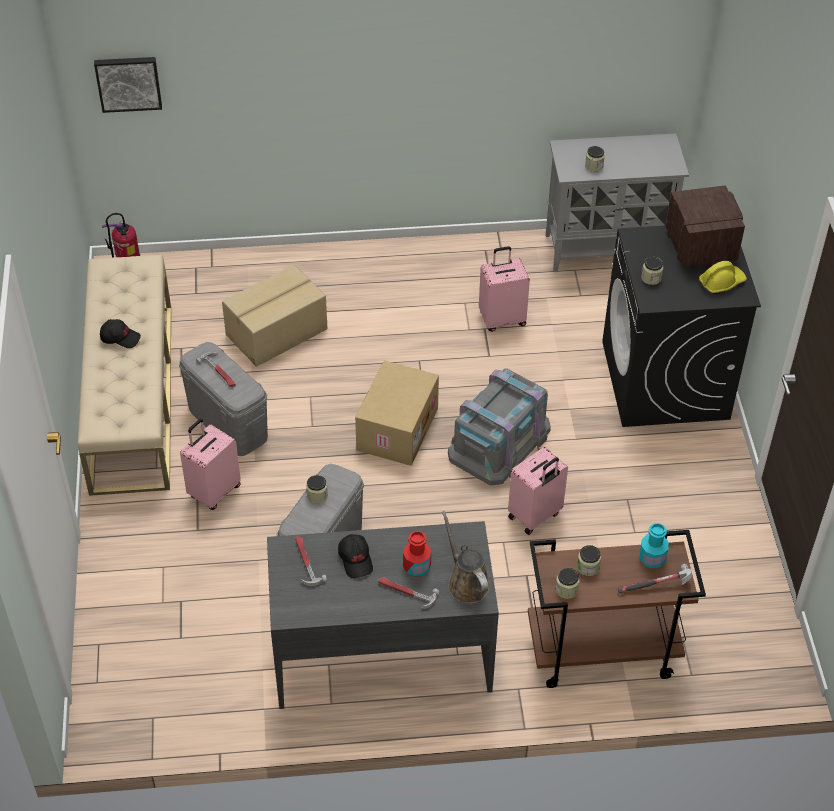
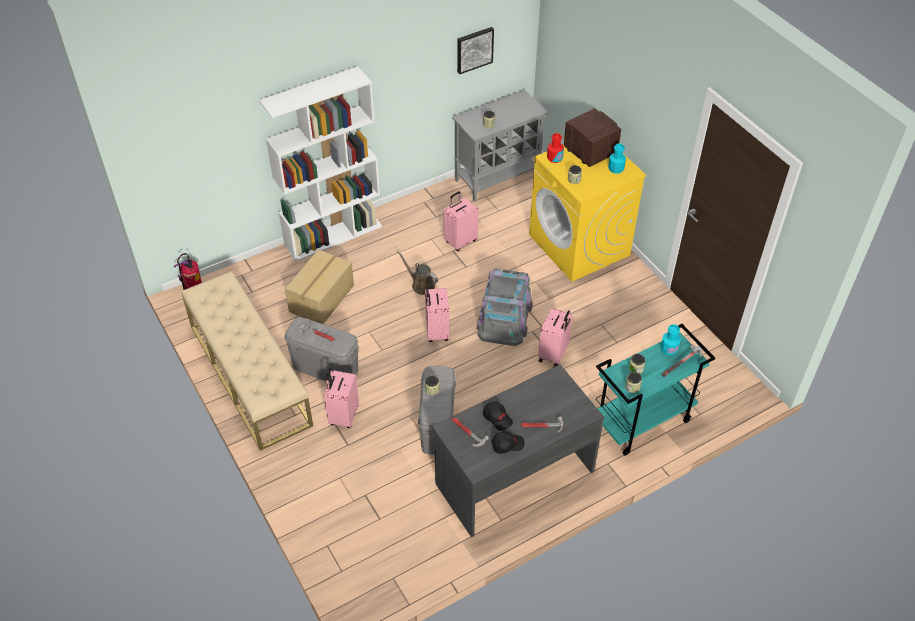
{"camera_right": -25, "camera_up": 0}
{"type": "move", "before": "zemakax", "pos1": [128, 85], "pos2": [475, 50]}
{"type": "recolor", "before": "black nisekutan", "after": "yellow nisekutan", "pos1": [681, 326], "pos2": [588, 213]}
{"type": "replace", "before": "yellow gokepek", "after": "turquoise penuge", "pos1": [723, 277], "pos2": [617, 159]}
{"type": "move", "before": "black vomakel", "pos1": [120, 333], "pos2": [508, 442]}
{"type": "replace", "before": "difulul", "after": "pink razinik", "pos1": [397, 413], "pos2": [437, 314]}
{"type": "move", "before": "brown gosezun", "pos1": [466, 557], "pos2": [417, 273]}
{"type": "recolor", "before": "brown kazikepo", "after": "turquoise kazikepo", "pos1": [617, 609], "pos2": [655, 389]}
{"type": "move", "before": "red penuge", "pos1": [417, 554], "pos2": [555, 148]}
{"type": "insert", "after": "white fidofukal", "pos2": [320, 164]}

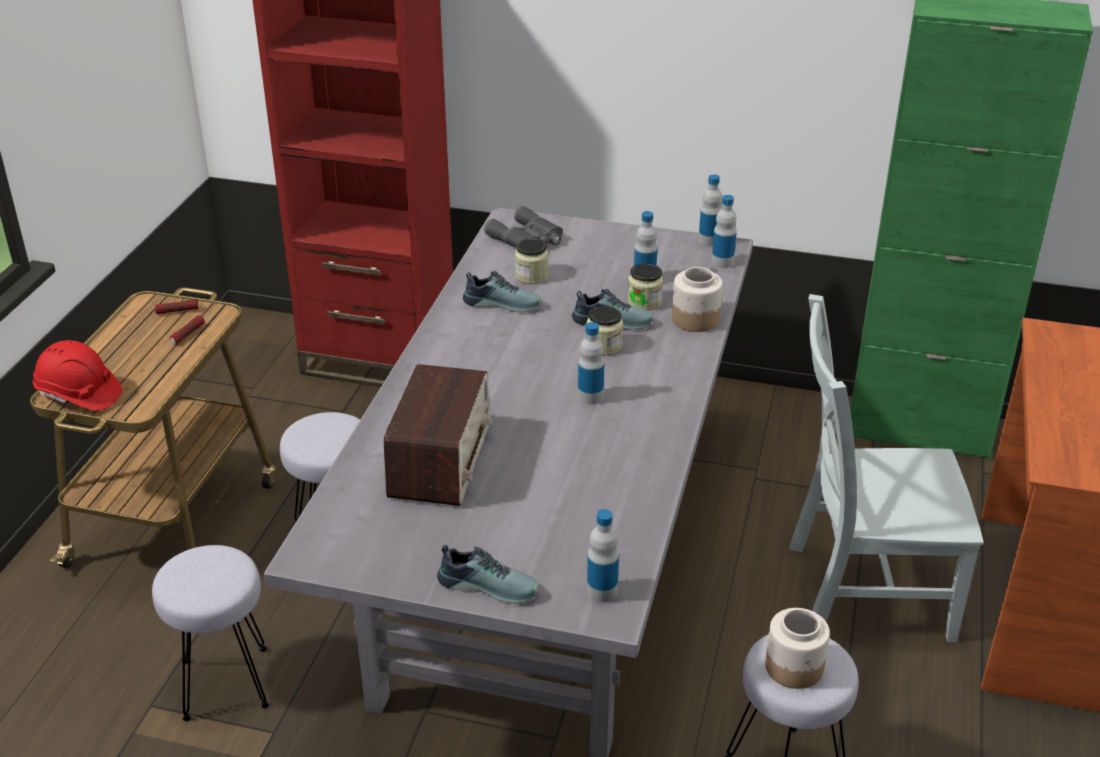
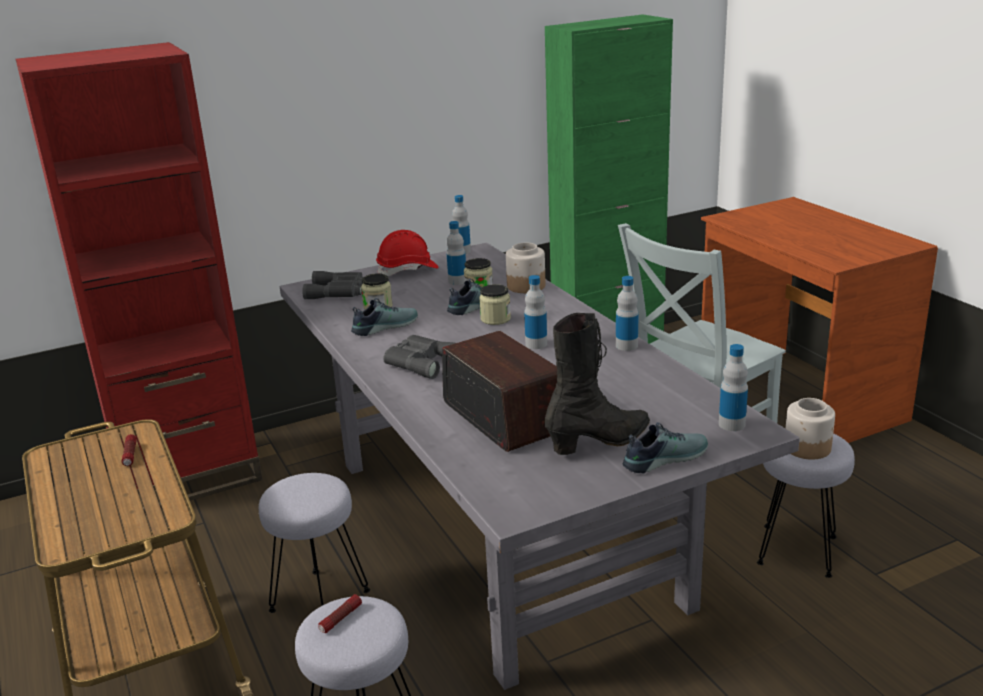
{"camera_right": -40, "camera_up": -10}
{"type": "move", "before": "penuge", "pos1": [724, 231], "pos2": [627, 313]}
{"type": "move", "before": "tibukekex", "pos1": [176, 306], "pos2": [340, 613]}
{"type": "move", "before": "red gokepek", "pos1": [77, 375], "pos2": [407, 253]}
{"type": "insert", "after": "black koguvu", "pos2": [597, 384]}
{"type": "insert", "after": "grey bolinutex", "pos2": [419, 357]}

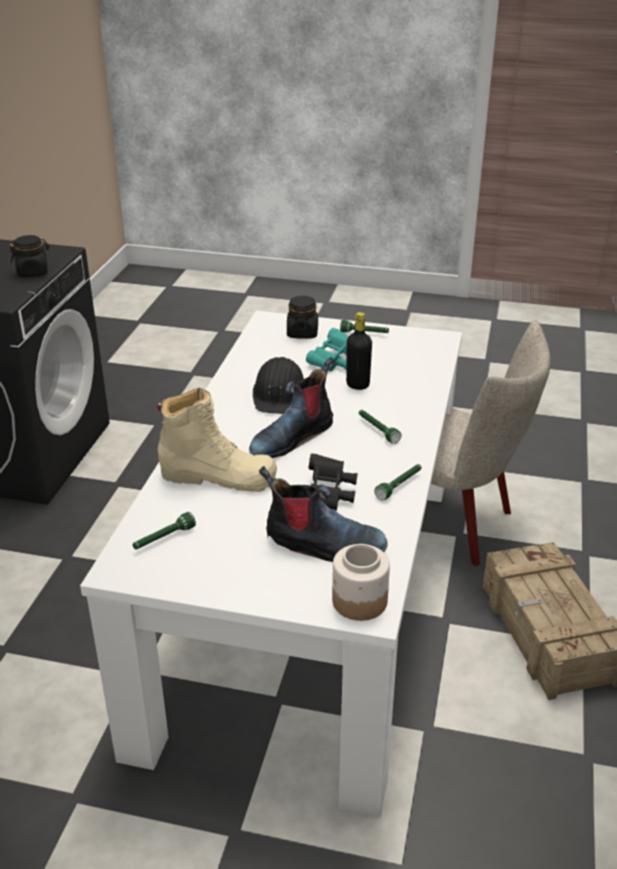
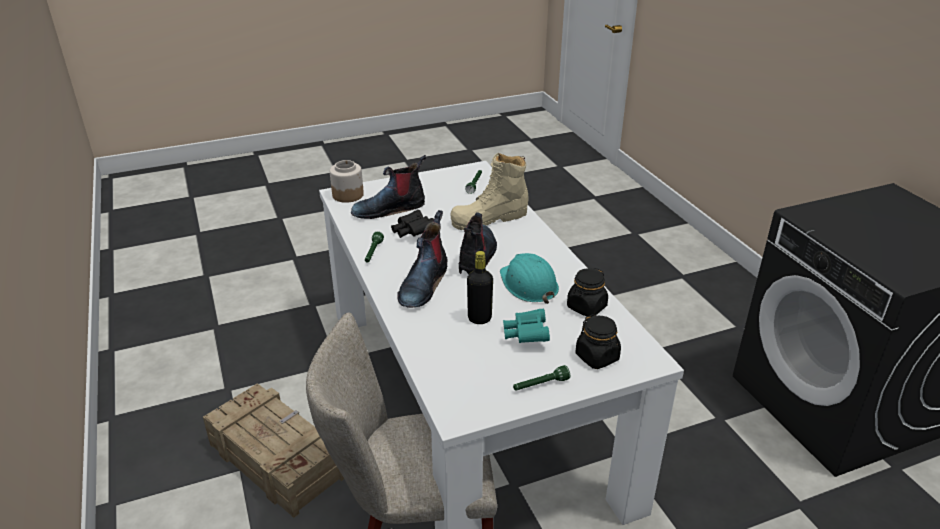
{"camera_right": 145, "camera_up": 0}
{"type": "move", "before": "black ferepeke", "pos1": [29, 256], "pos2": [587, 292]}
{"type": "recolor", "before": "black gokepek", "after": "turquoise gokepek", "pos1": [278, 385], "pos2": [529, 278]}
{"type": "replace", "before": "green tibukekex", "after": "koguvu", "pos1": [380, 427], "pos2": [422, 259]}

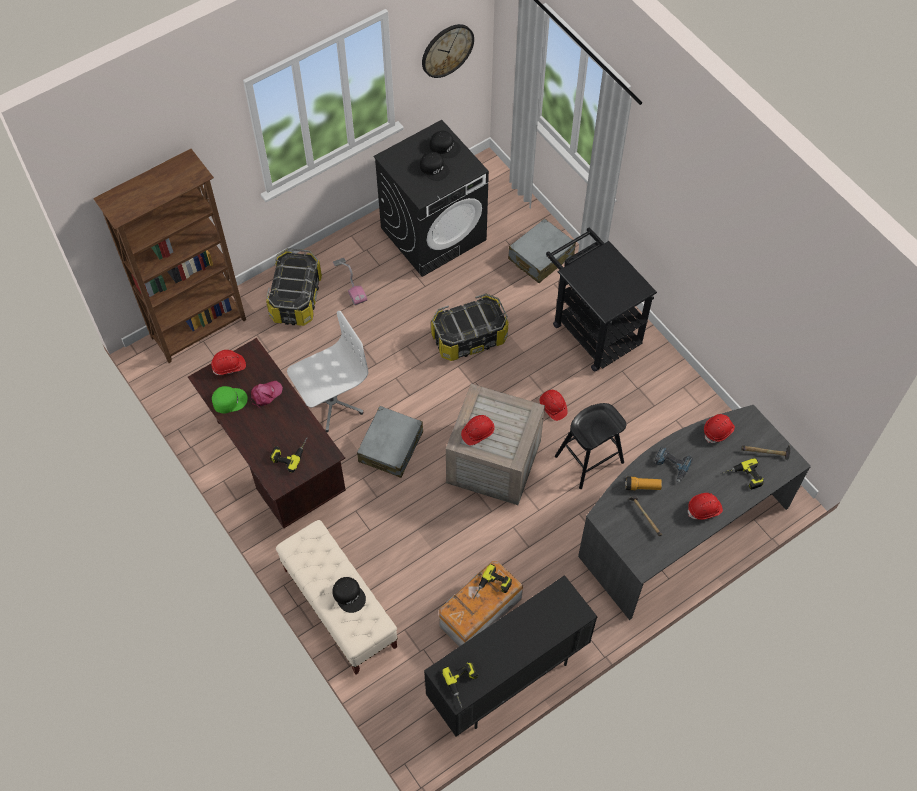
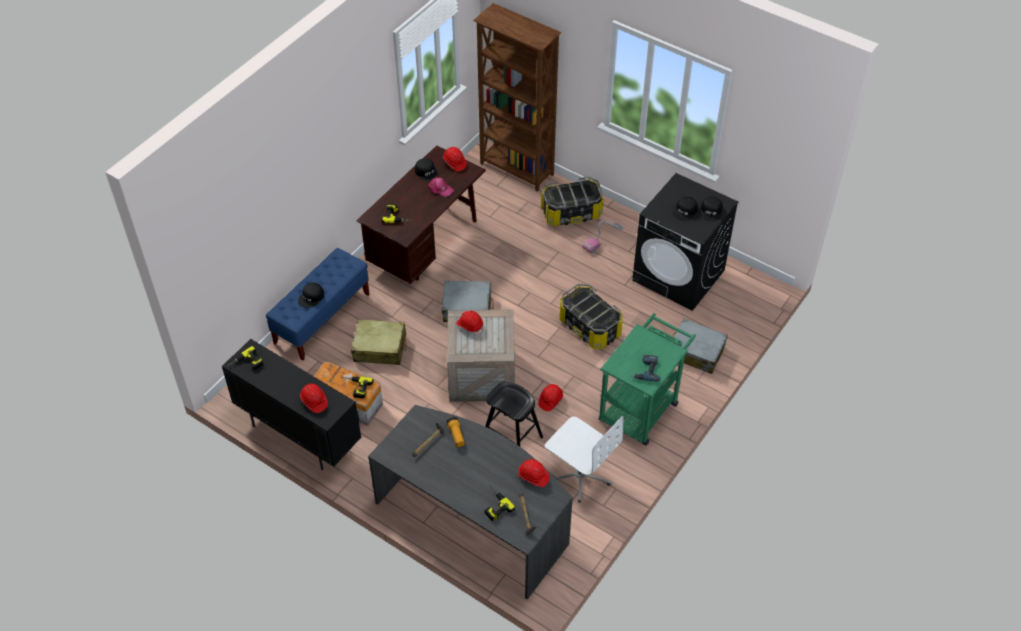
{"camera_right": 70, "camera_up": -10}
{"type": "delete", "before": "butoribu", "pos1": [448, 51]}
{"type": "recolor", "before": "black kazikepo", "after": "green kazikepo", "pos1": [601, 299], "pos2": [647, 379]}
{"type": "move", "before": "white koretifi", "pos1": [327, 371], "pos2": [584, 459]}
{"type": "recolor", "before": "green vomakel", "after": "black vomakel", "pos1": [230, 400], "pos2": [427, 169]}
{"type": "move", "before": "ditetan", "pos1": [673, 464], "pos2": [646, 368]}
{"type": "move", "before": "red gokepek", "pos1": [705, 506], "pos2": [314, 398]}
{"type": "recolor", "before": "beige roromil", "after": "blue roromil", "pos1": [337, 597], "pos2": [318, 304]}
{"type": "insert", "after": "beige razinik", "pos2": [378, 342]}

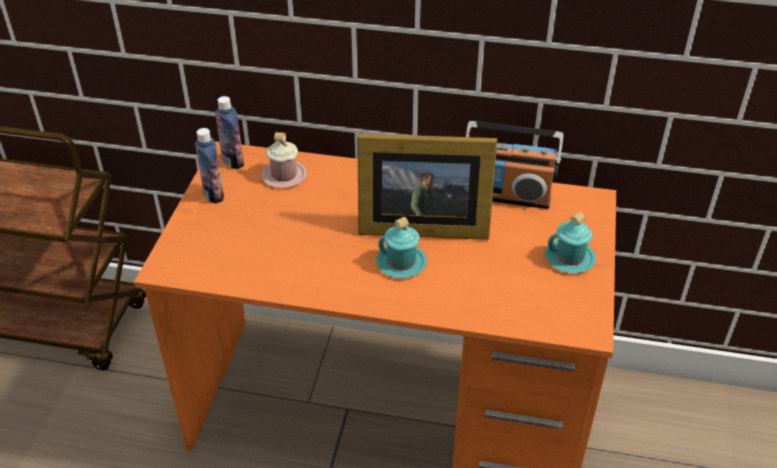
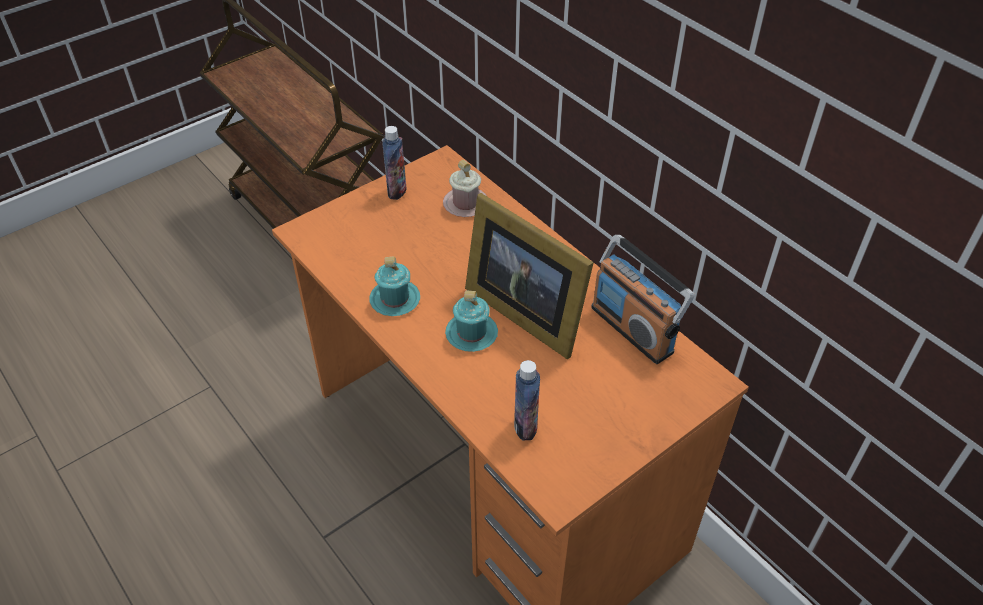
{"camera_right": 40, "camera_up": 5}
{"type": "move", "before": "penuge", "pos1": [229, 132], "pos2": [527, 400]}
{"type": "move", "before": "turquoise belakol", "pos1": [570, 242], "pos2": [394, 286]}

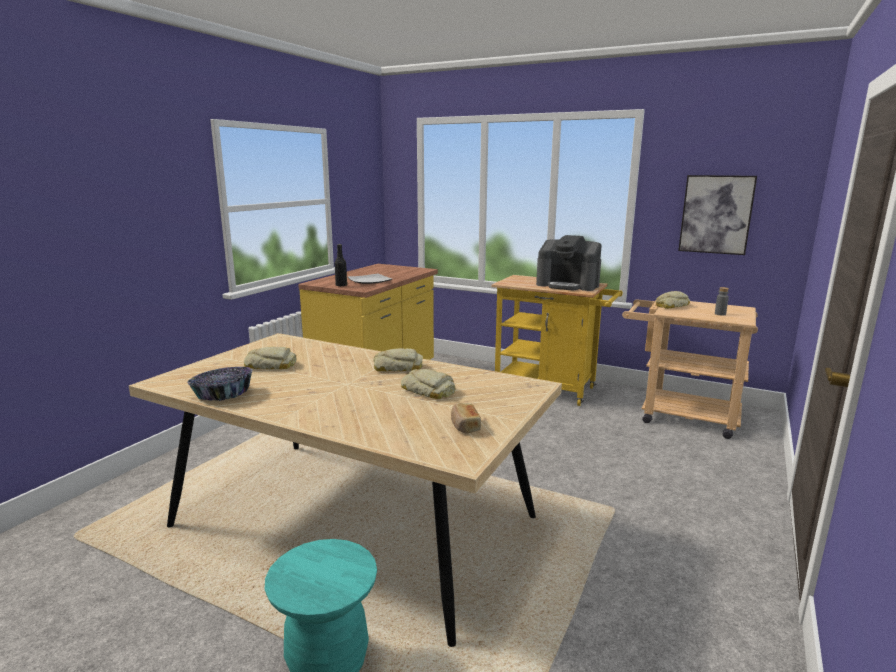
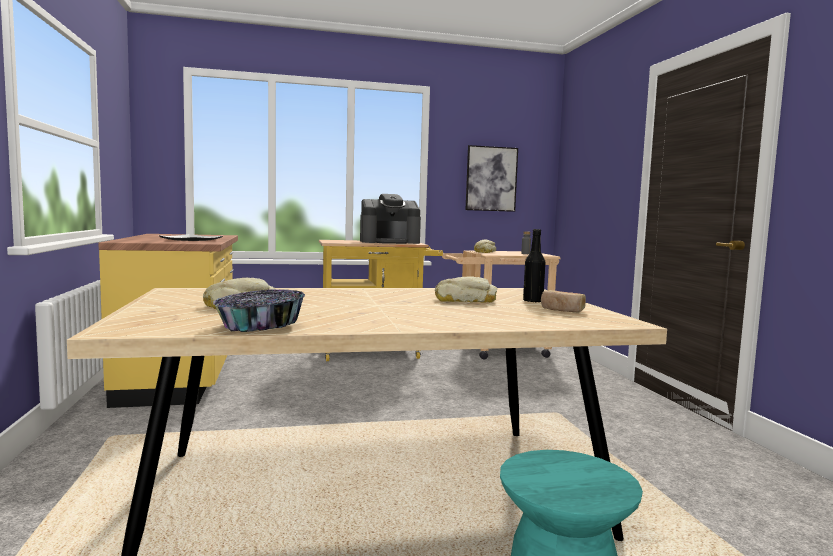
{"camera_right": -40, "camera_up": -10}
{"type": "move", "before": "black penuge", "pos1": [341, 265], "pos2": [534, 265]}
{"type": "delete", "before": "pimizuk", "pos1": [398, 360]}

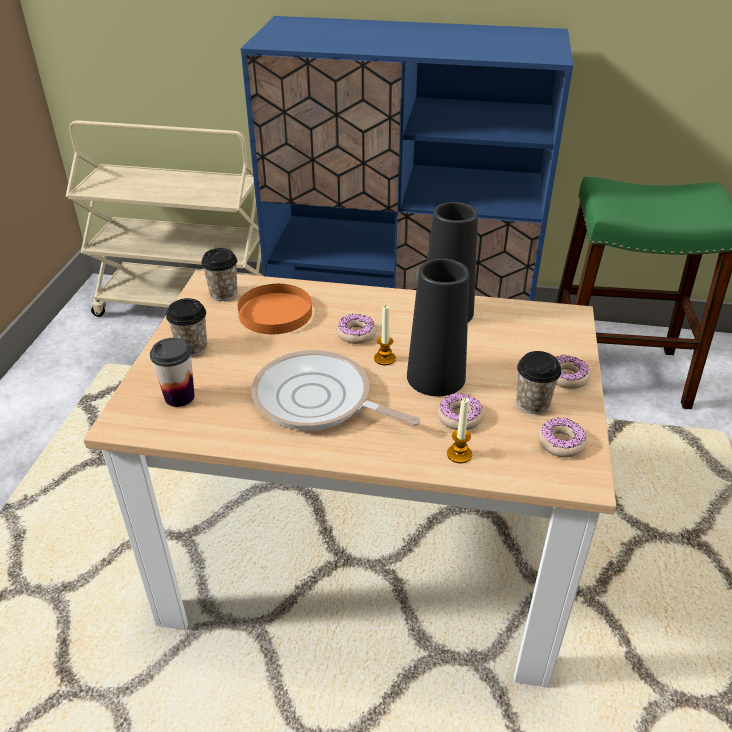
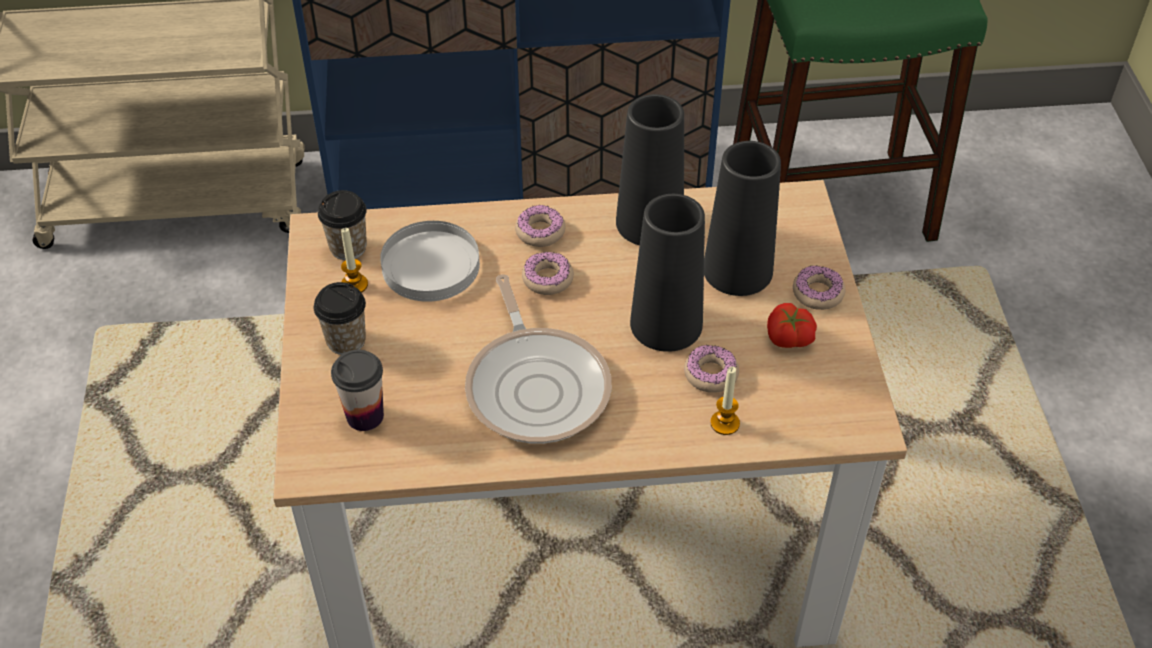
{"camera_right": -15, "camera_up": 10}
{"type": "recolor", "before": "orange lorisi", "after": "white lorisi", "pos1": [275, 309], "pos2": [430, 261]}
{"type": "move", "before": "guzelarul", "pos1": [385, 335], "pos2": [354, 260]}
{"type": "rotate", "before": "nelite", "pos1": [336, 390], "pos2": [538, 359], "turn": -120}
{"type": "replace", "before": "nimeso", "after": "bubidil", "pos1": [538, 382], "pos2": [792, 325]}
{"type": "move", "before": "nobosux", "pos1": [562, 437], "pos2": [540, 226]}
{"type": "insert", "after": "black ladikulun", "pos2": [742, 218]}

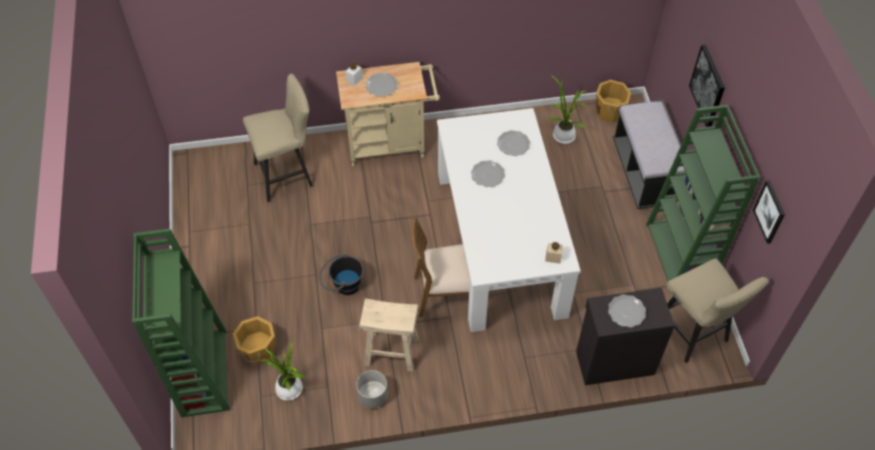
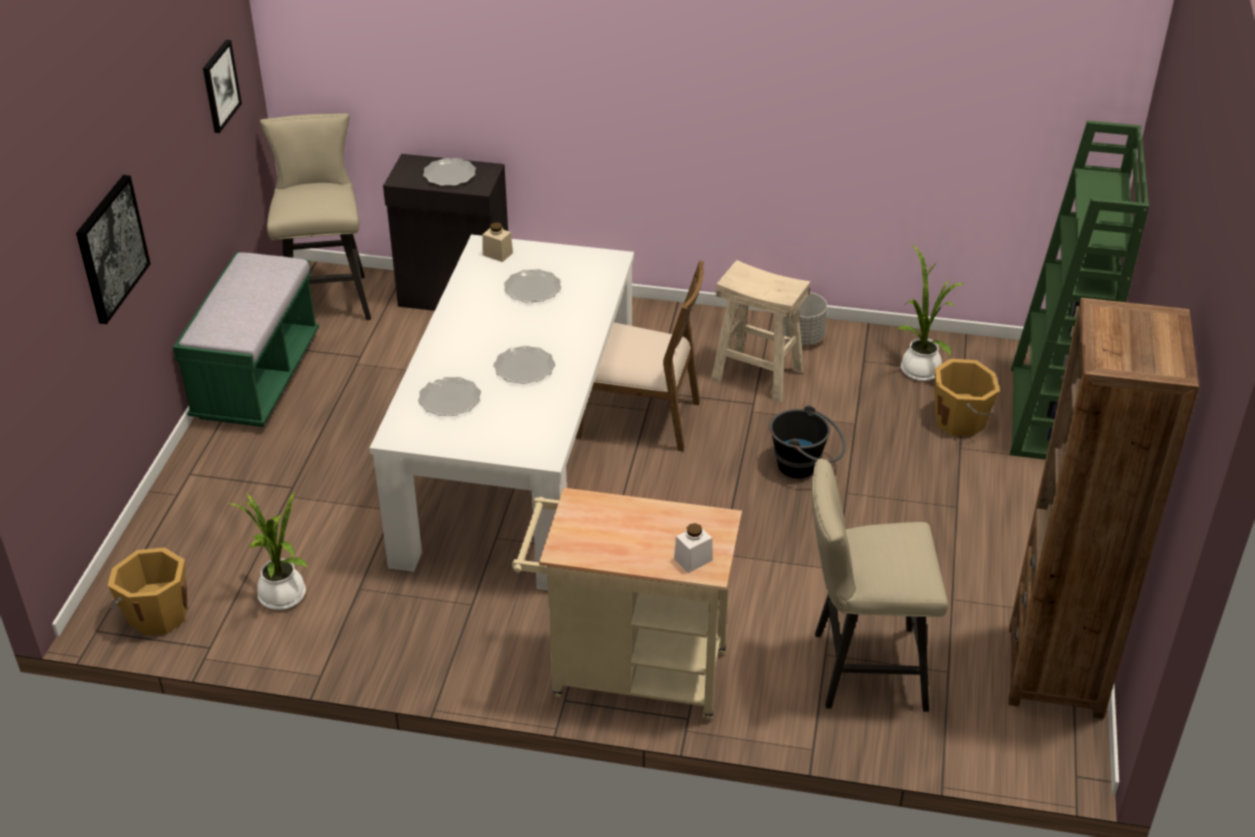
{"camera_right": -160, "camera_up": -15}
{"type": "move", "before": "lorisi", "pos1": [382, 85], "pos2": [532, 286]}
{"type": "delete", "before": "black roromil", "pos1": [649, 154]}
{"type": "replace", "before": "green fidofukal", "after": "green roromil", "pos1": [703, 198], "pos2": [246, 339]}
{"type": "insert", "after": "brown fidofukal", "pos2": [1103, 508]}

